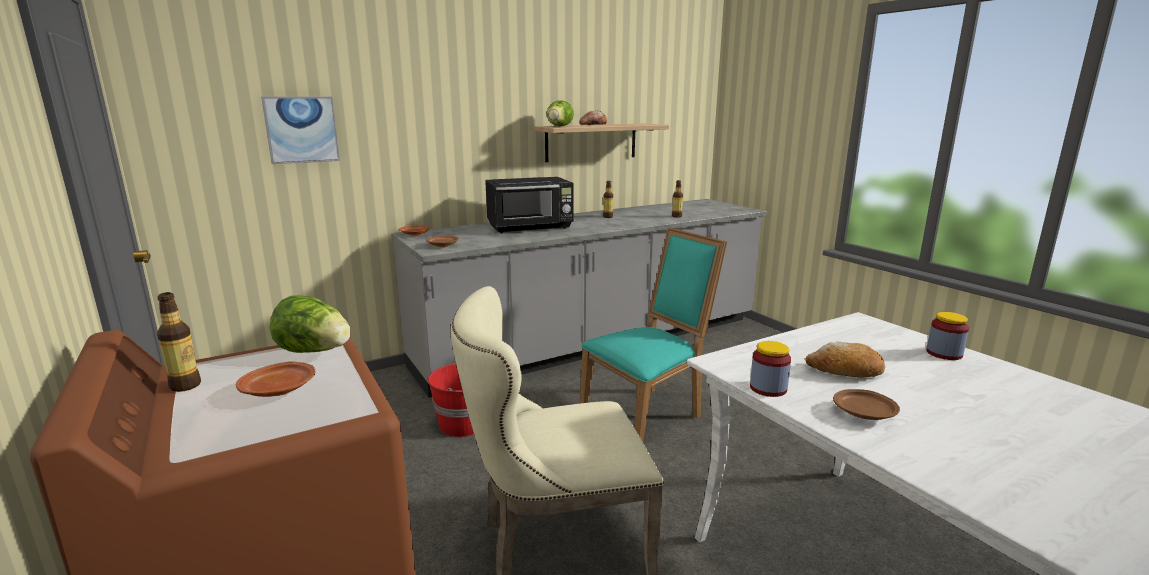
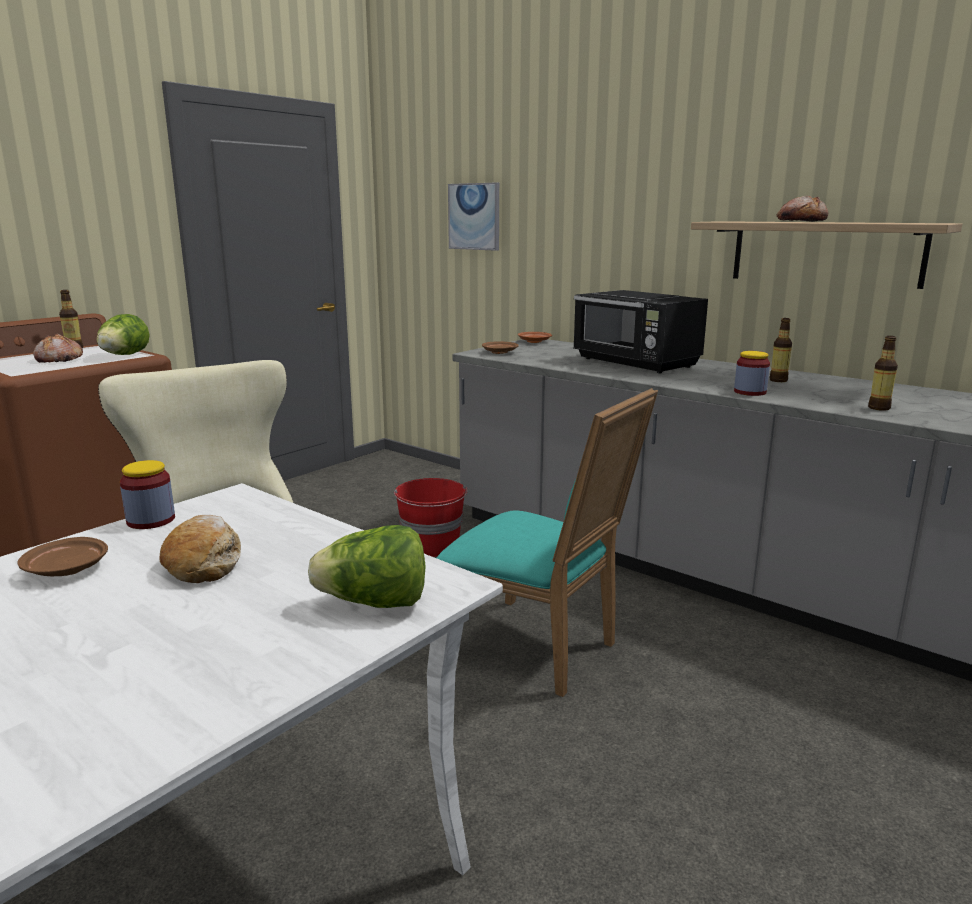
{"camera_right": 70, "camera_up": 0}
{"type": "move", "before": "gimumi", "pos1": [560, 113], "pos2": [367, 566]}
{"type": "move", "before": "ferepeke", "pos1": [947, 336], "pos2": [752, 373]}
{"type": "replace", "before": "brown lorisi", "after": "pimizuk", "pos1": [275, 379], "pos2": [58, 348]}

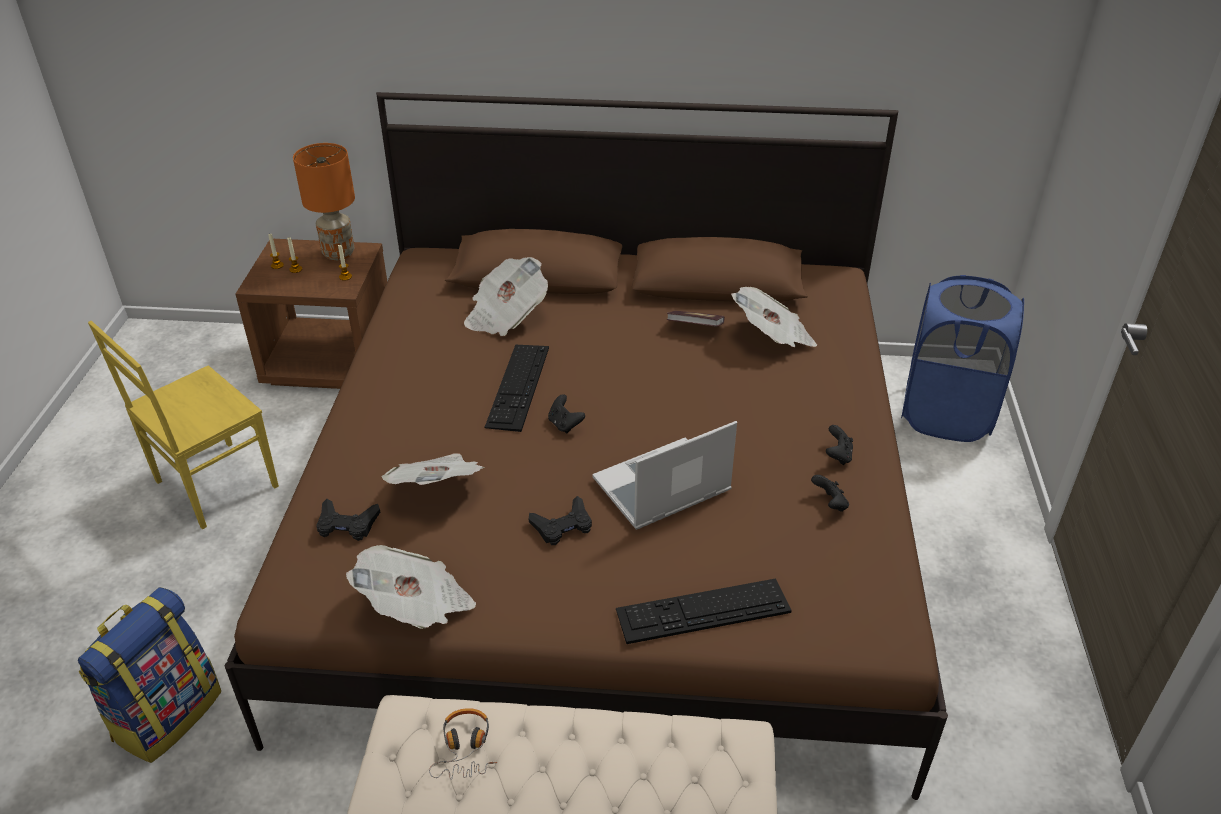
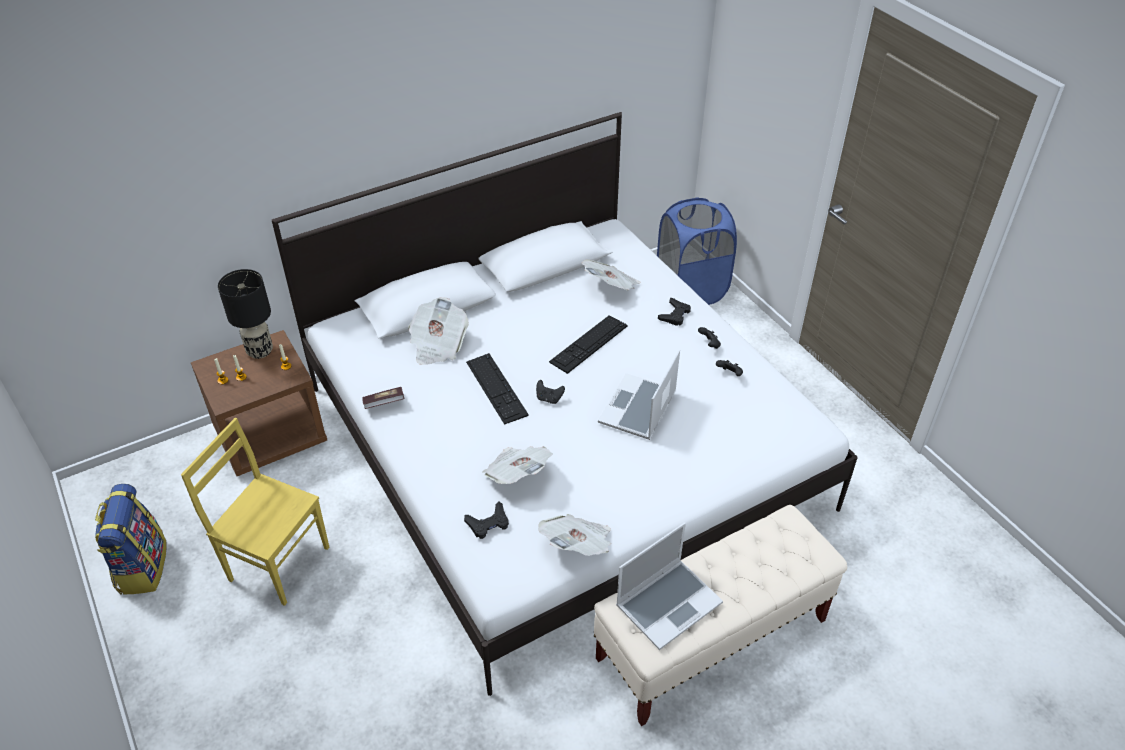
{"camera_right": -35, "camera_up": 5}
{"type": "recolor", "before": "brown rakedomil", "after": "white rakedomil", "pos1": [586, 446], "pos2": [565, 404]}
{"type": "recolor", "before": "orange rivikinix", "after": "black rivikinix", "pos1": [324, 202], "pos2": [245, 314]}
{"type": "move", "before": "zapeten", "pos1": [696, 319], "pos2": [383, 398]}
{"type": "rotate", "before": "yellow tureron", "pos1": [183, 425], "pos2": [255, 512], "turn": 105}
{"type": "move", "before": "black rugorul", "pos1": [560, 520], "pos2": [674, 312]}
{"type": "move", "before": "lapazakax", "pos1": [704, 611], "pos2": [588, 345]}
{"type": "move", "before": "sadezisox", "pos1": [150, 675], "pos2": [131, 539]}
{"type": "replace", "before": "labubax", "after": "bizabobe", "pos1": [463, 744], "pos2": [669, 586]}

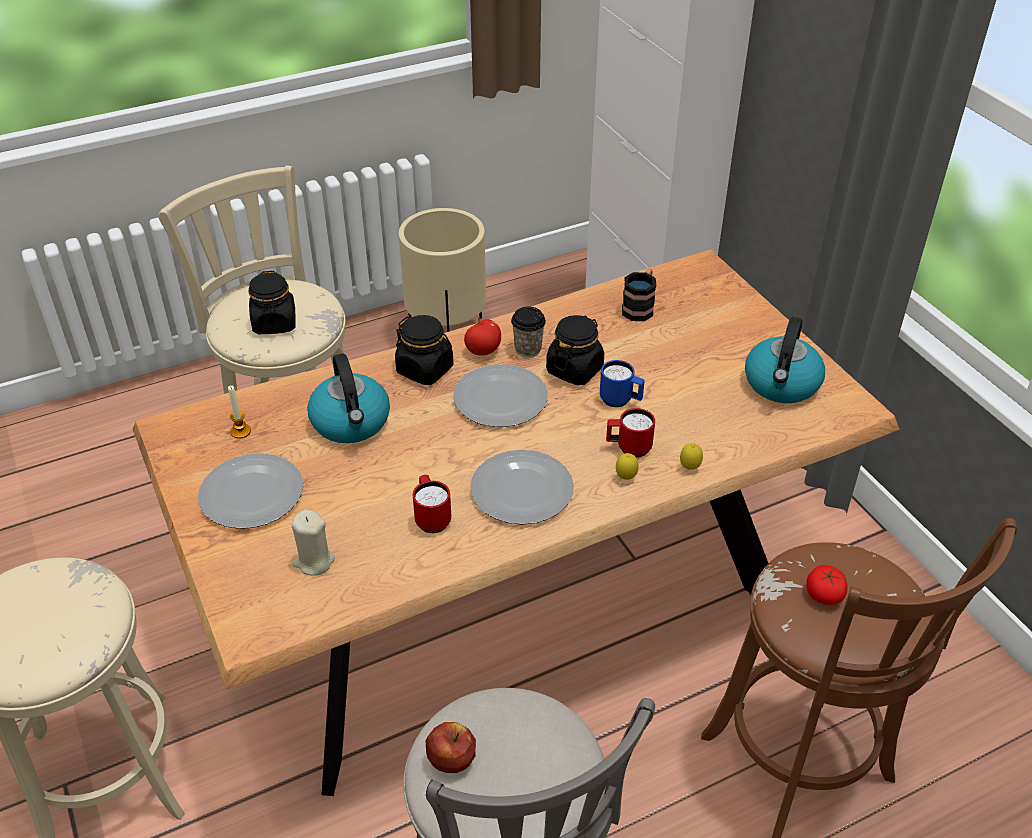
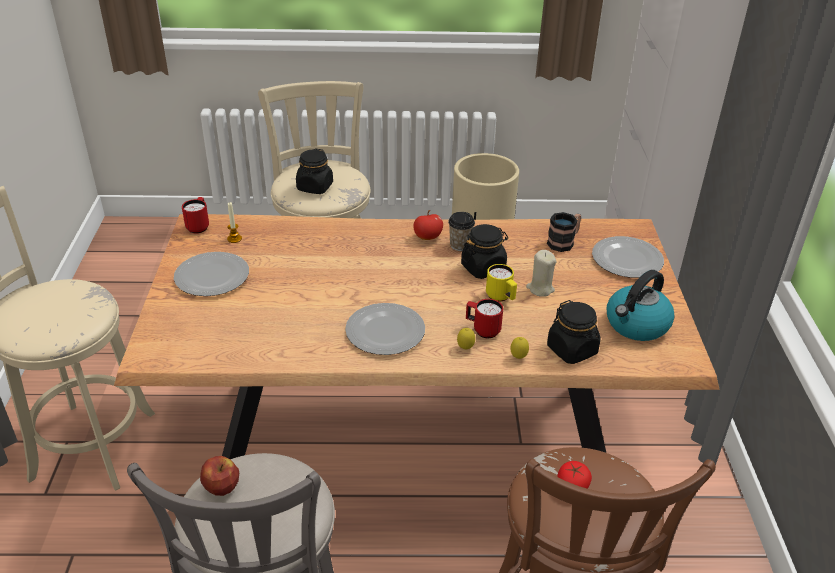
{"camera_right": 25, "camera_up": -5}
{"type": "move", "before": "black ferepeke", "pos1": [424, 350], "pos2": [573, 332]}
{"type": "delete", "before": "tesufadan", "pos1": [348, 398]}
{"type": "recolor", "before": "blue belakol", "after": "yellow belakol", "pos1": [622, 383], "pos2": [501, 283]}
{"type": "move", "before": "lorisi", "pos1": [500, 395], "pos2": [628, 257]}
{"type": "move", "before": "red belakol", "pos1": [432, 504], "pos2": [195, 215]}
{"type": "move", "before": "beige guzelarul", "pos1": [313, 543], "pos2": [541, 273]}

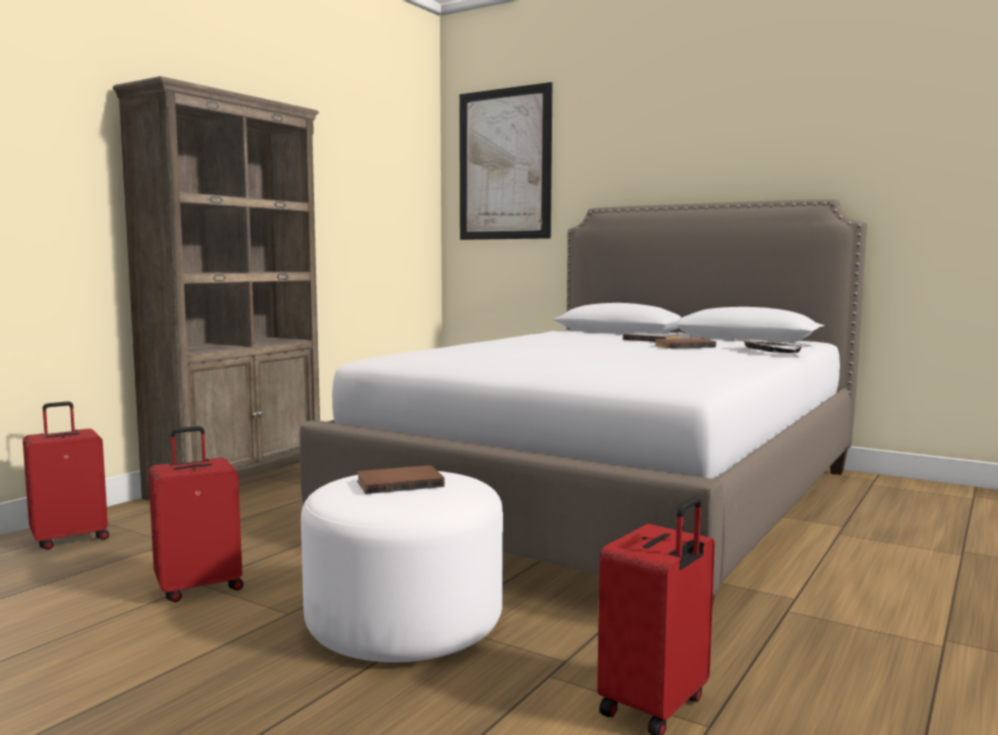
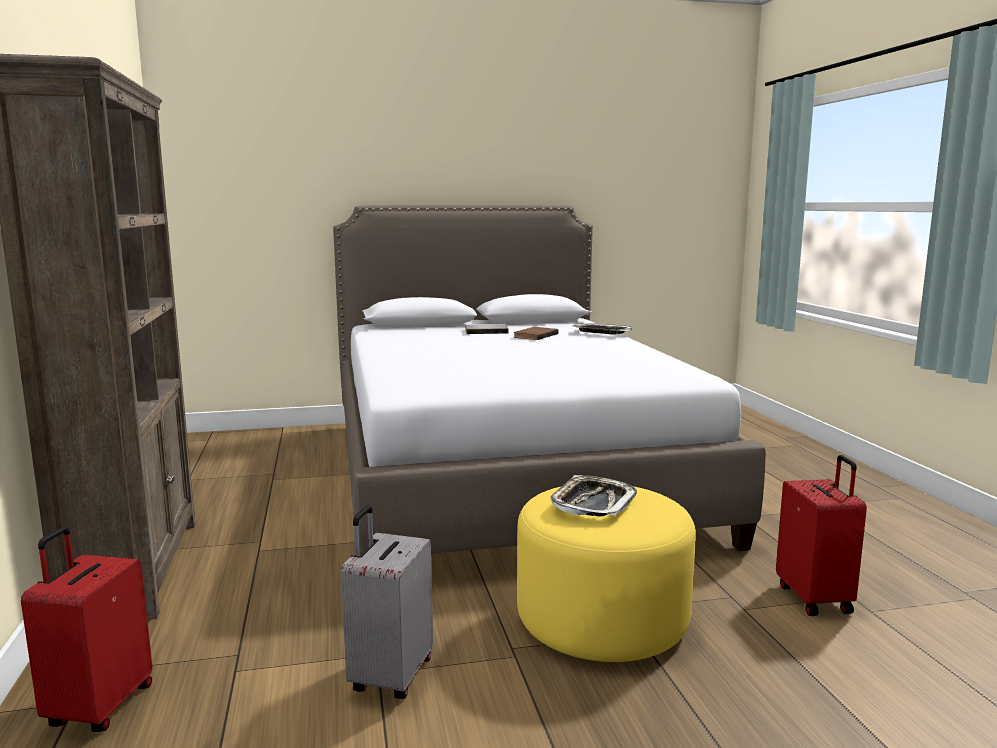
{"camera_right": -45, "camera_up": 5}
{"type": "delete", "before": "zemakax", "pos1": [505, 161]}
{"type": "recolor", "before": "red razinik", "after": "grey razinik", "pos1": [195, 514], "pos2": [387, 602]}
{"type": "replace", "before": "brown zapeten", "after": "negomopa", "pos1": [401, 479], "pos2": [593, 496]}
{"type": "recolor", "before": "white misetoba", "after": "yellow misetoba", "pos1": [402, 566], "pos2": [606, 574]}

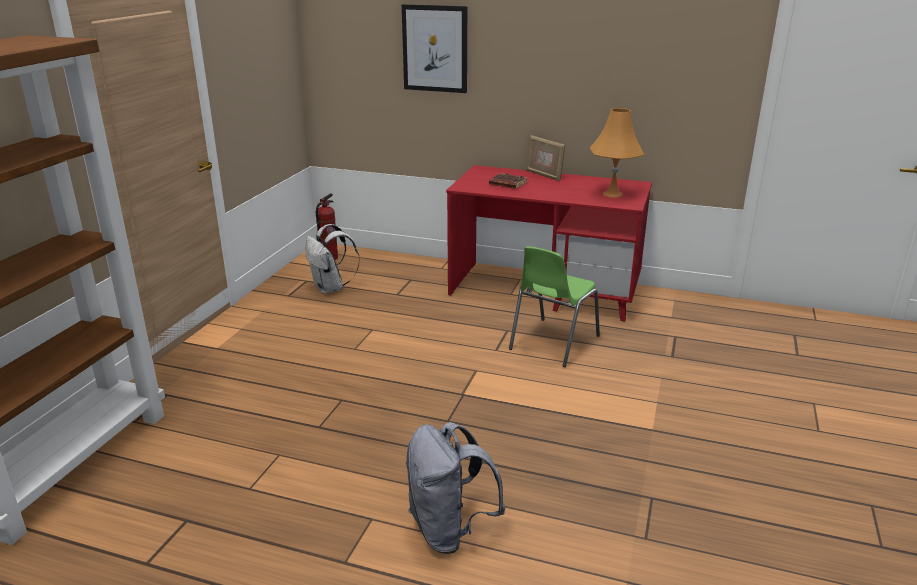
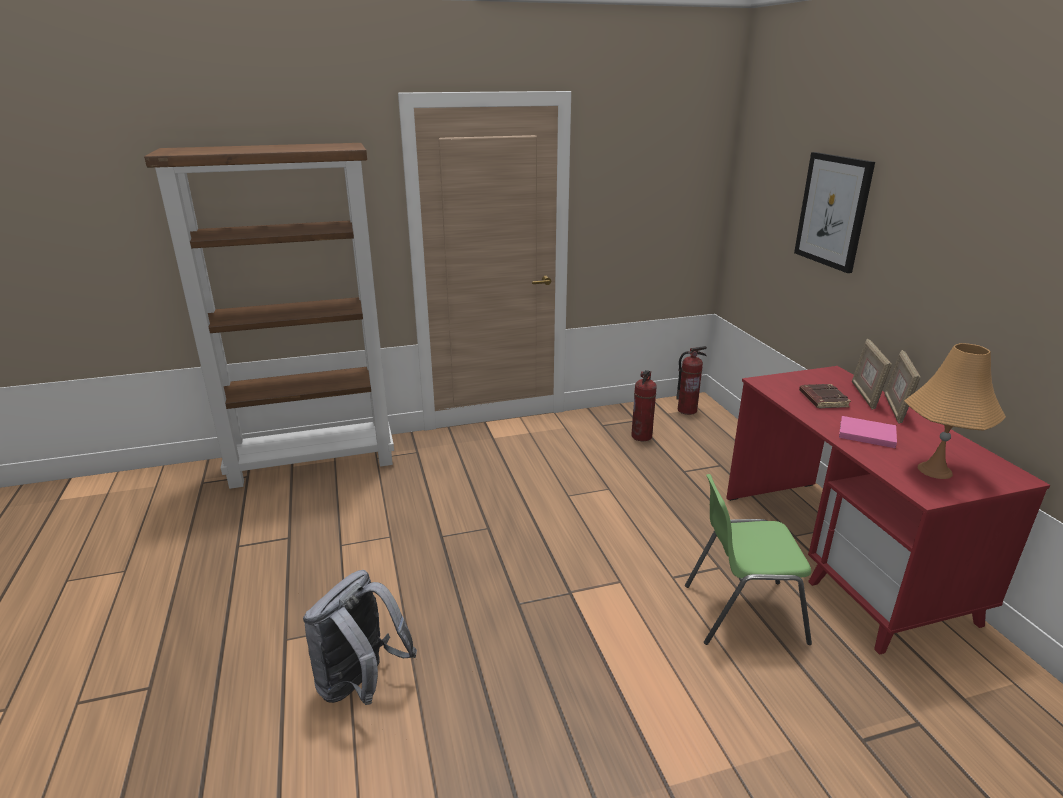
{"camera_right": 55, "camera_up": 0}
{"type": "replace", "before": "white sadezisox", "after": "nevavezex", "pos1": [333, 259], "pos2": [644, 405]}
{"type": "insert", "after": "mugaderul", "pos2": [872, 374]}
{"type": "insert", "after": "pink zapeten", "pos2": [868, 432]}

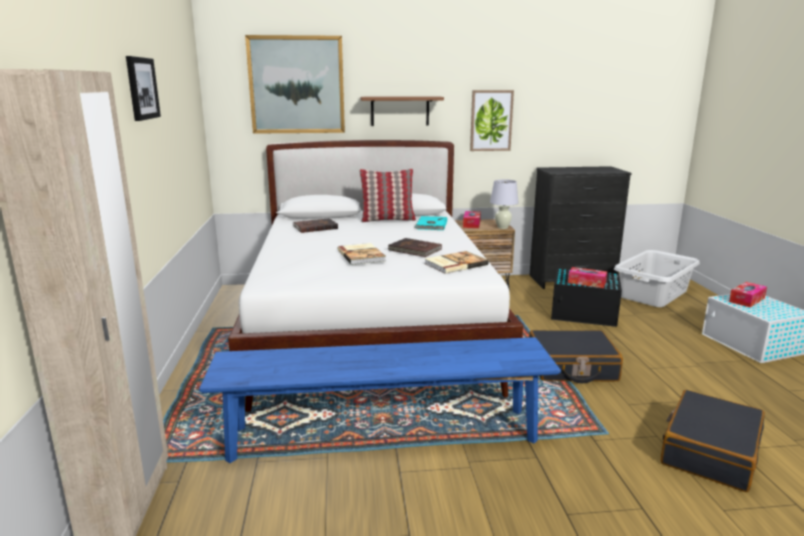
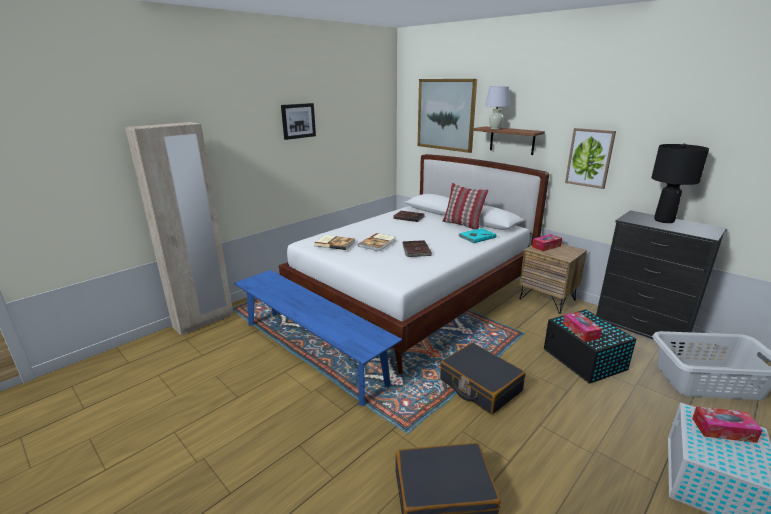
{"camera_right": 50, "camera_up": 5}
{"type": "move", "before": "white rivikinix", "pos1": [504, 204], "pos2": [497, 107]}
{"type": "move", "before": "zapeten", "pos1": [456, 262], "pos2": [334, 242]}
{"type": "insert", "after": "black rivikinix", "pos2": [680, 183]}

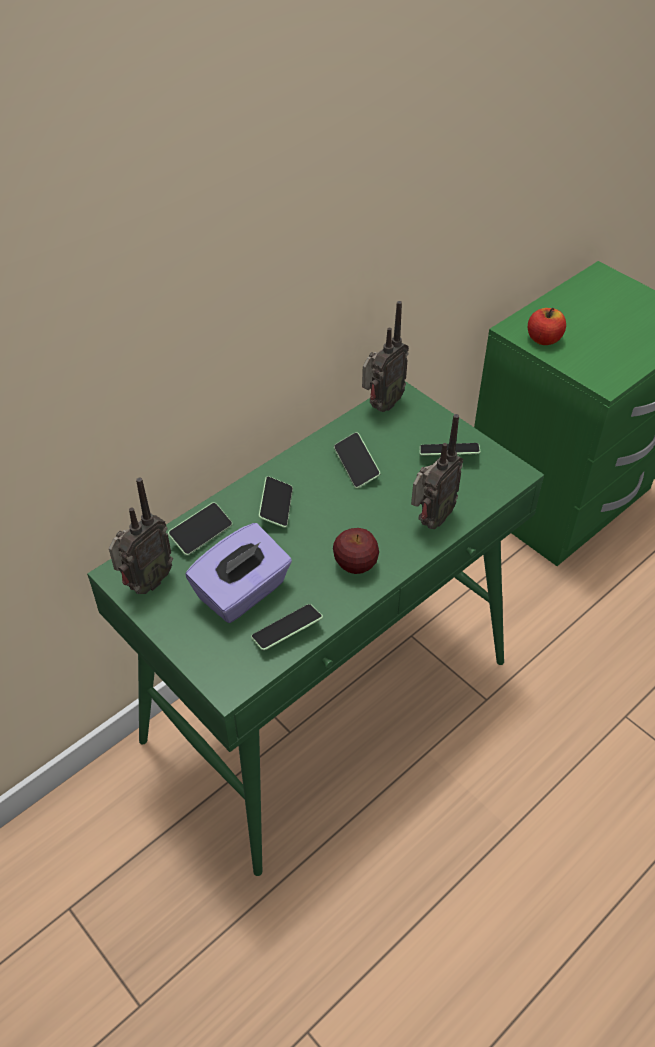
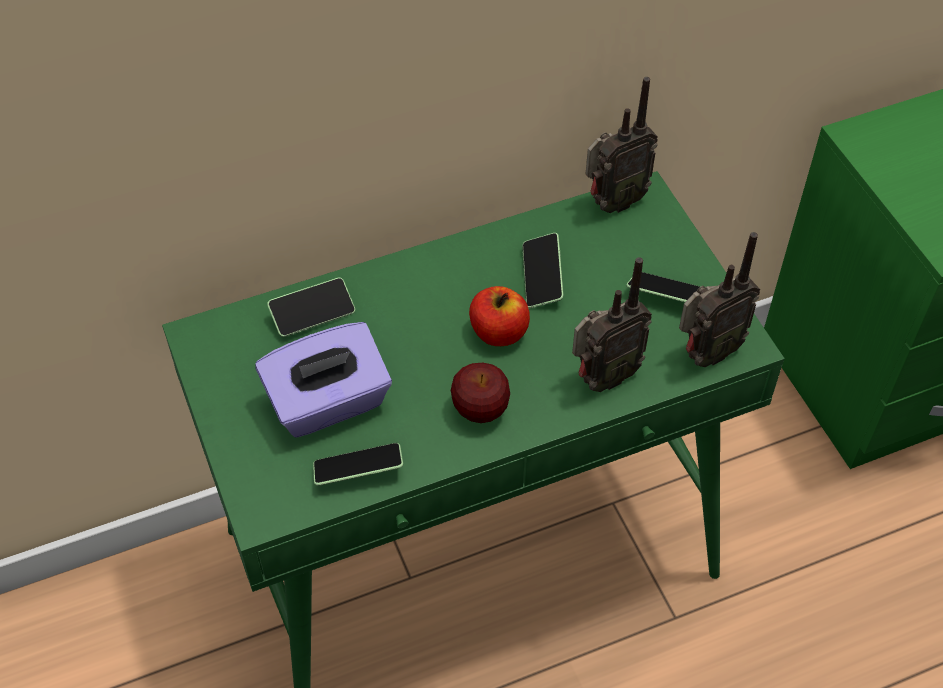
{"camera_right": 20, "camera_up": 5}
{"type": "move", "before": "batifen", "pos1": [547, 326], "pos2": [499, 316]}
{"type": "delete", "before": "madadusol", "pos1": [275, 502]}
{"type": "move", "before": "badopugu", "pos1": [141, 535], "pos2": [720, 299]}

